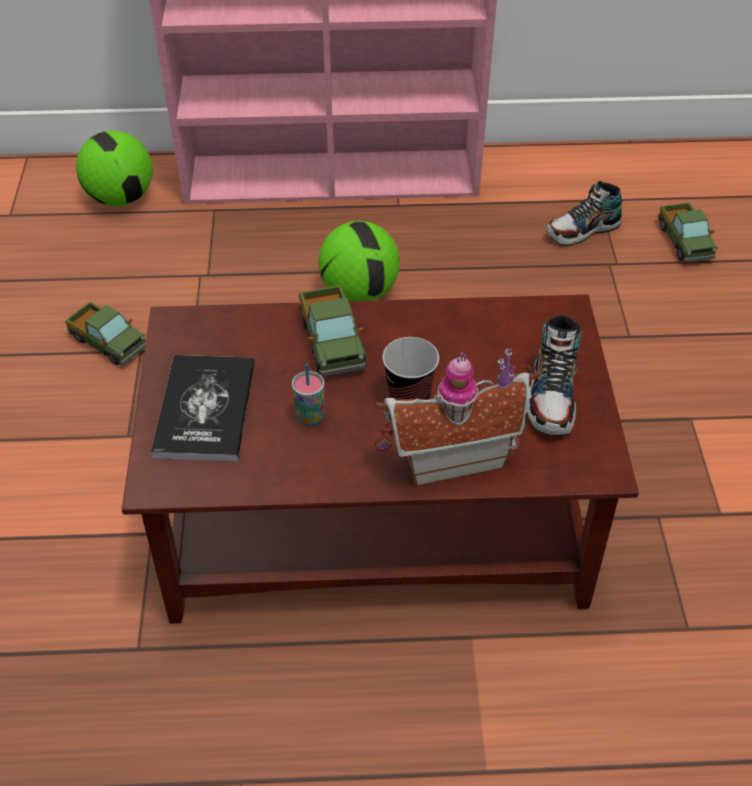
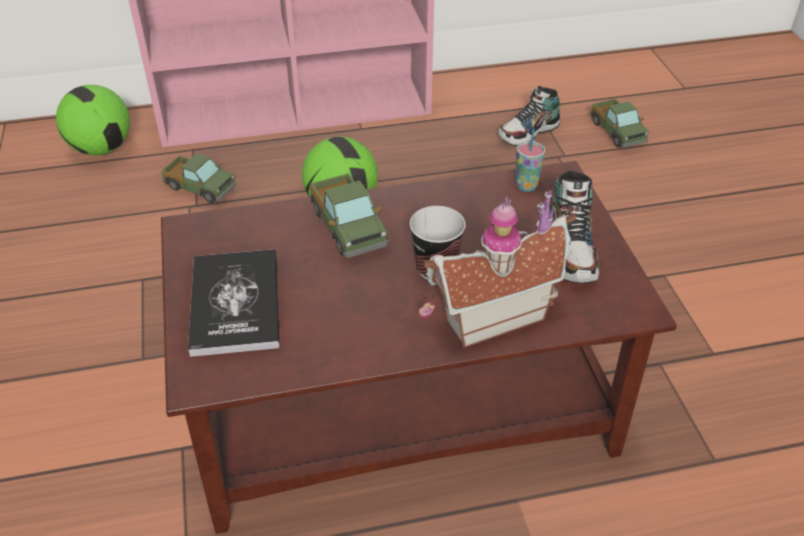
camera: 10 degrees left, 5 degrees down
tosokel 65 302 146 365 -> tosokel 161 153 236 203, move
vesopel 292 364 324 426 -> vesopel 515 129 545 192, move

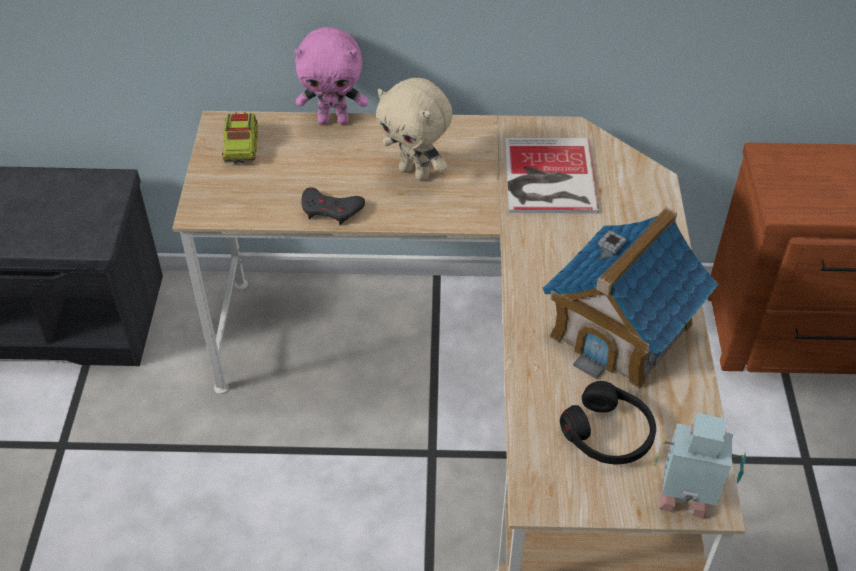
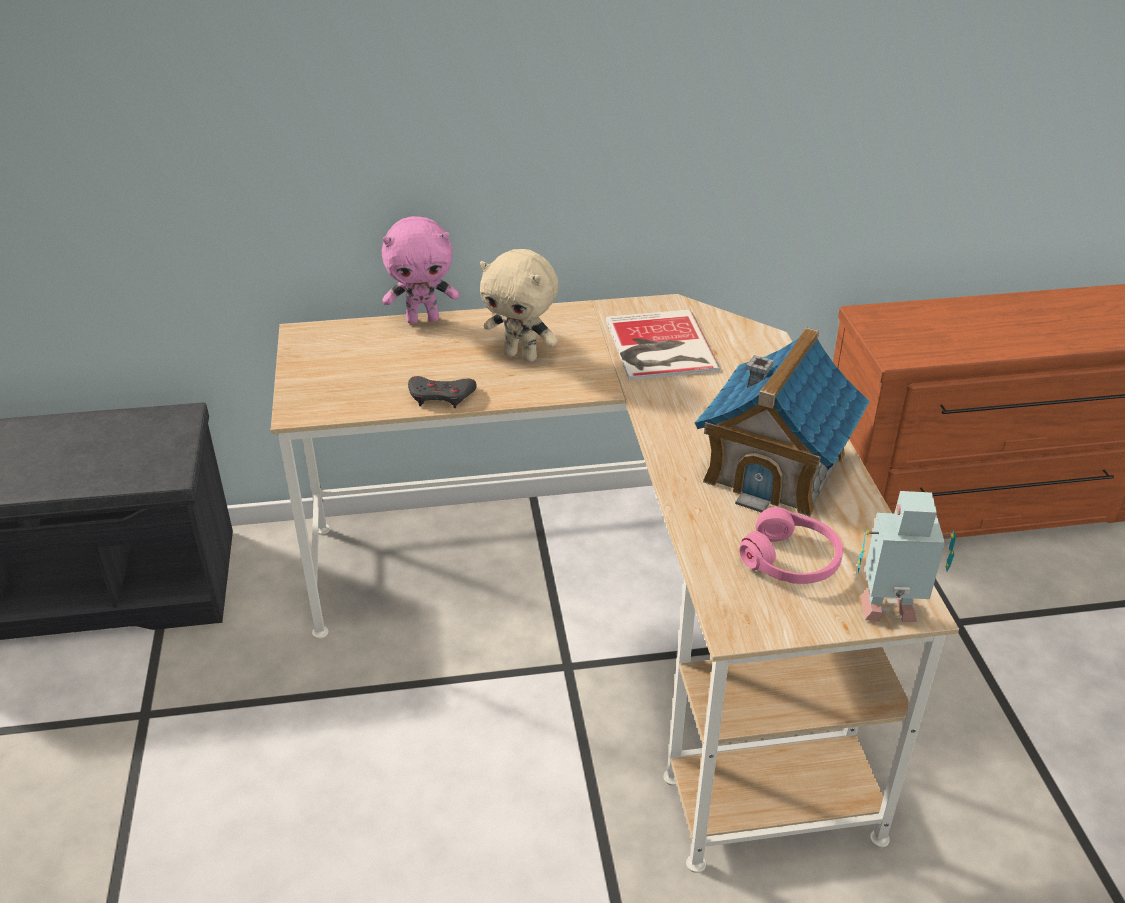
camera: 10 degrees left, 10 degrees down
tosokel 222 112 258 163 -> none
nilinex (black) 560 381 656 464 -> nilinex (pink) 740 507 843 584

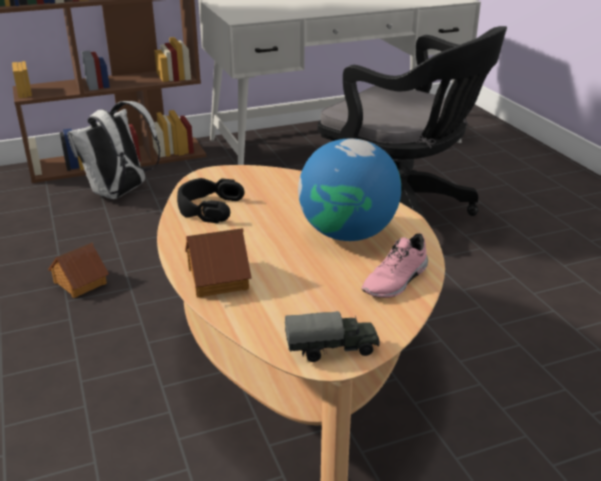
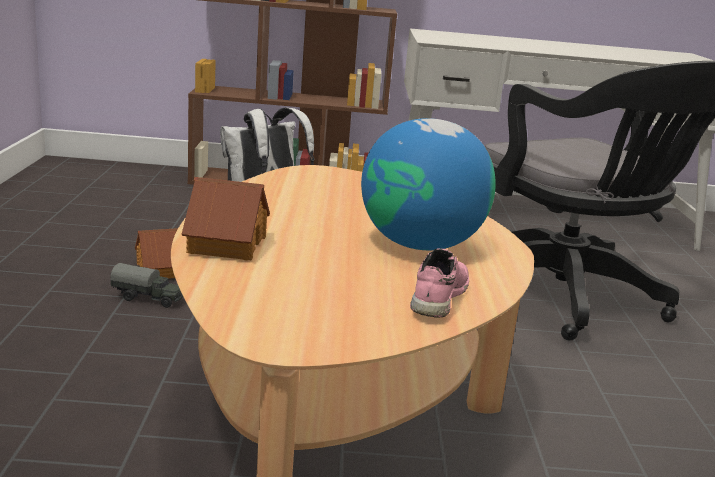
camera: 20 degrees right, 10 degrees down
nilinex (black) 177 178 245 223 -> none
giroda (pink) 362 233 428 298 -> giroda (pink) 410 249 469 318, 135 degrees clockwise
tosokel 285 311 380 362 -> tosokel 111 263 183 308, move

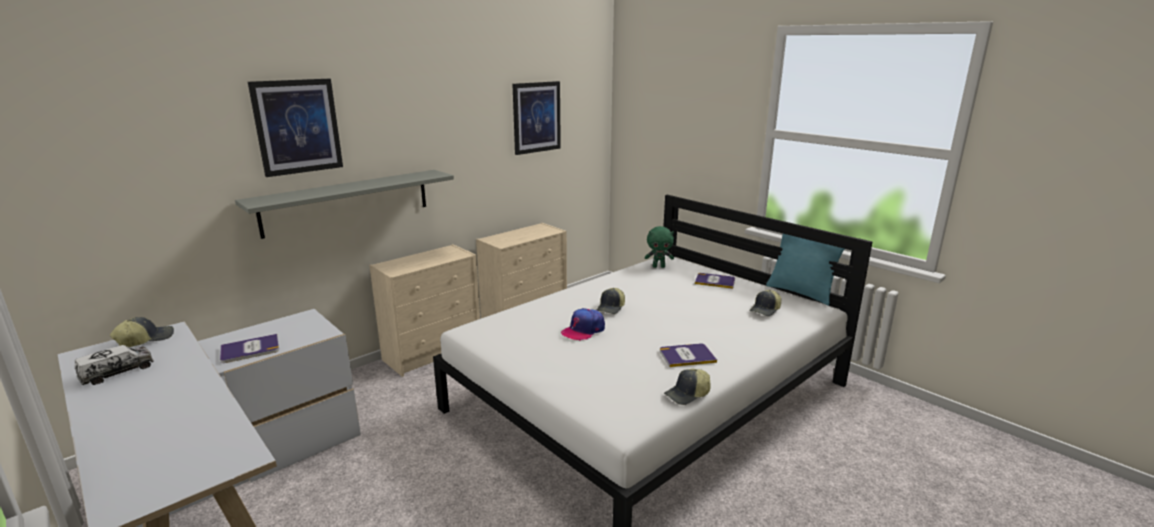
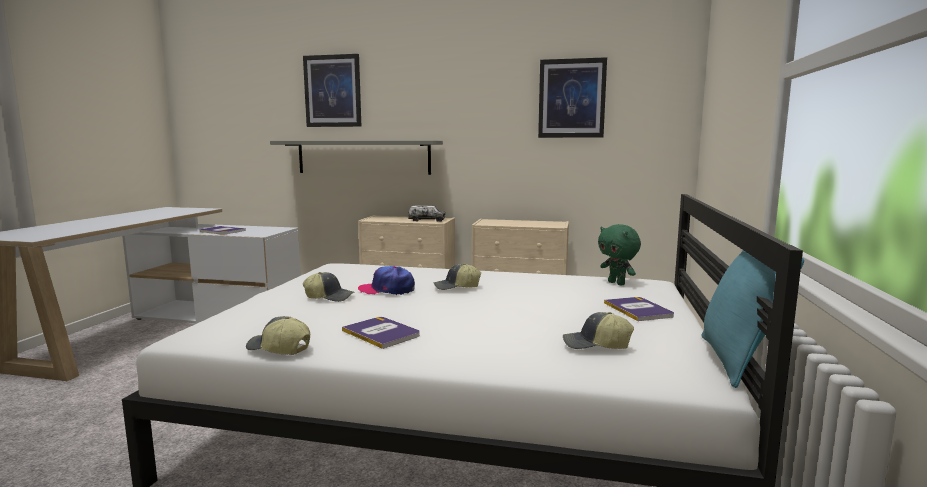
camera: 55 degrees right, 10 degrees down
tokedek 110 317 174 347 -> tokedek 303 272 354 302, move
tosokel 75 345 154 385 -> tosokel 408 206 445 222, move

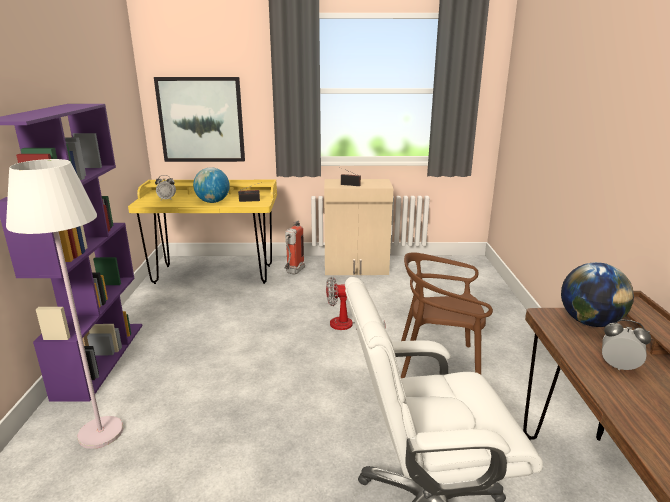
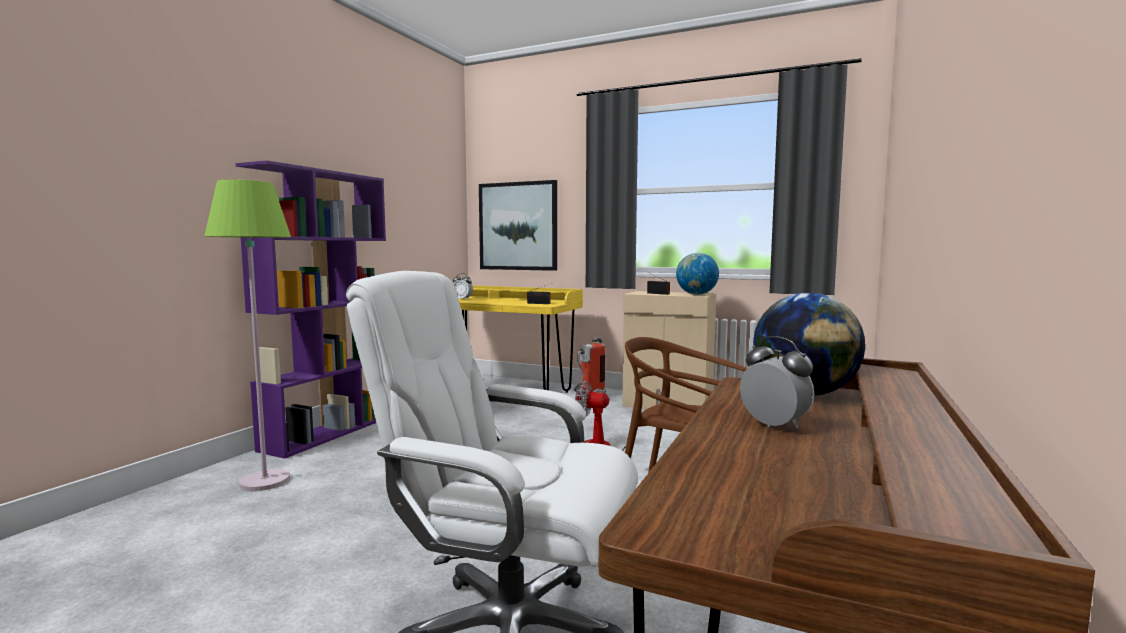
camera: 25 degrees right, 15 degrees down
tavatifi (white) 6 159 123 449 -> tavatifi (green) 204 179 291 491
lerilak 193 167 230 203 -> lerilak 676 253 719 295, move

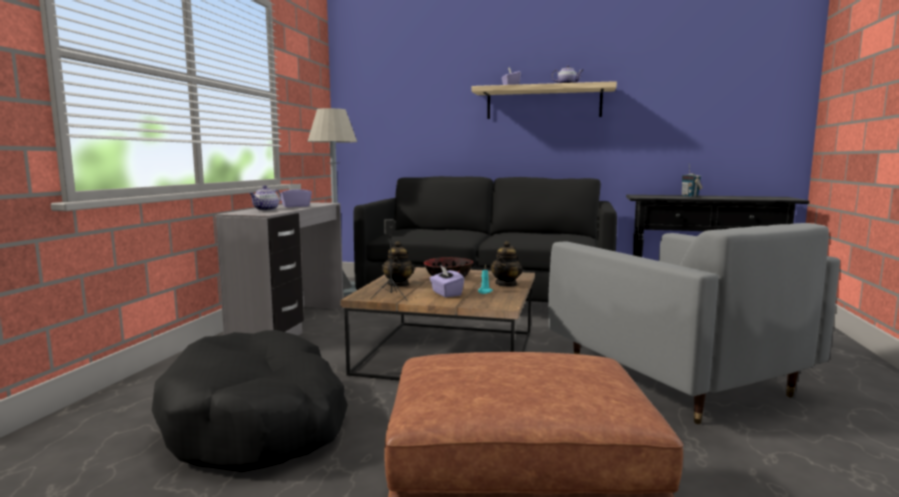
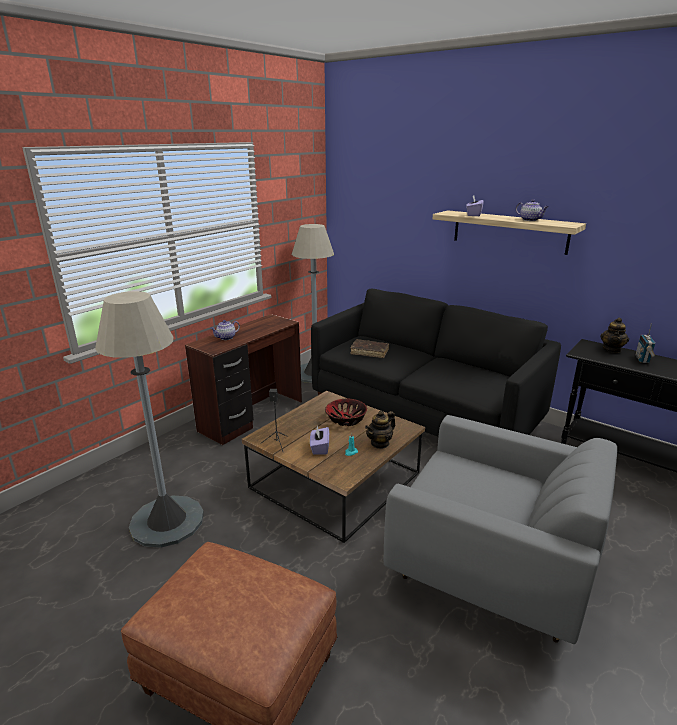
camera: 25 degrees right, 15 degrees up
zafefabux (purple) 281 184 312 207 -> none
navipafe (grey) 215 202 344 335 -> navipafe (brown) 185 314 302 445
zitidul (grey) 548 223 840 424 -> zitidul (grey) 384 415 617 644, 60 degrees counterclockwise
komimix 381 241 415 287 -> komimix 600 318 629 353, move
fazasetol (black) 152 330 348 472 -> tavatifi (grey) 95 291 204 548
none -> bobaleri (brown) 350 339 389 358

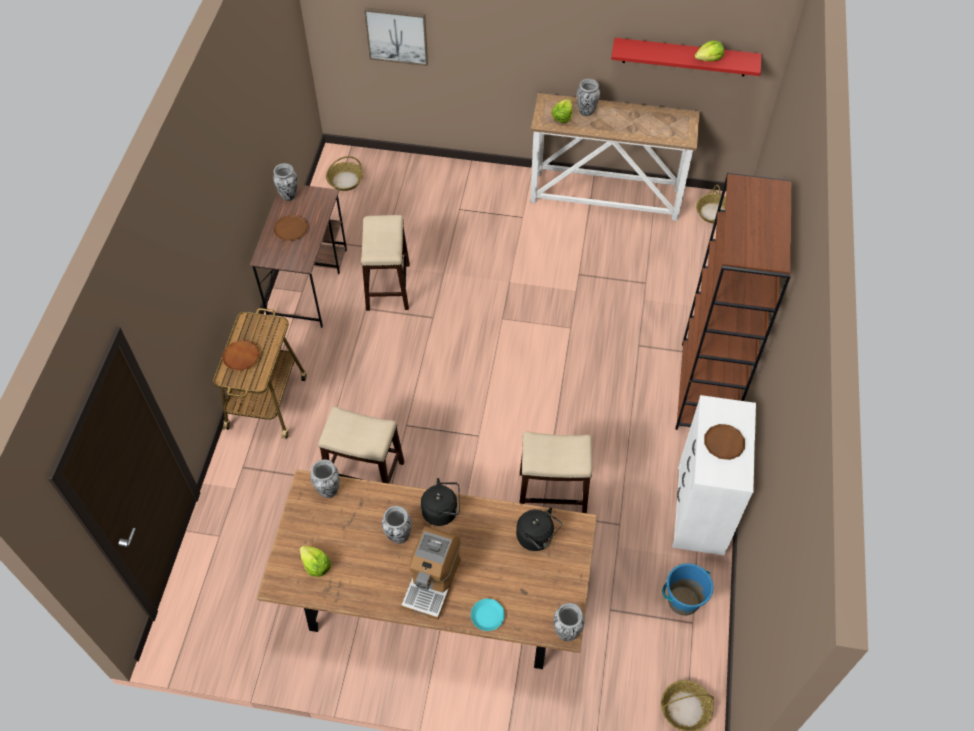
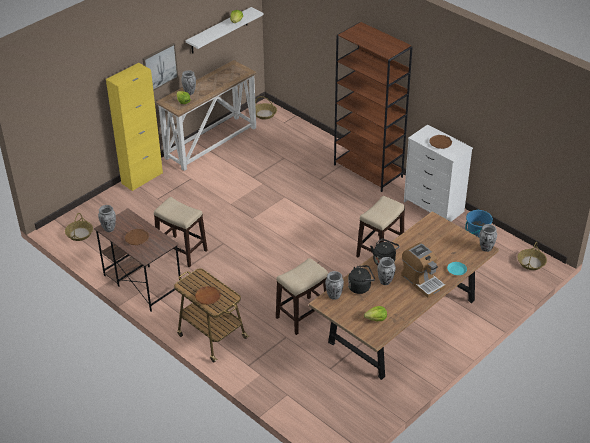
camera: 55 degrees left, 15 degrees down
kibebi 364 7 428 66 -> kibebi 142 43 178 91, move
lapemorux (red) 611 38 761 76 -> lapemorux (white) 186 7 263 54
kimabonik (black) 516 507 562 551 -> kimabonik (black) 348 265 375 294, move
none -> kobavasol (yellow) 106 63 163 191

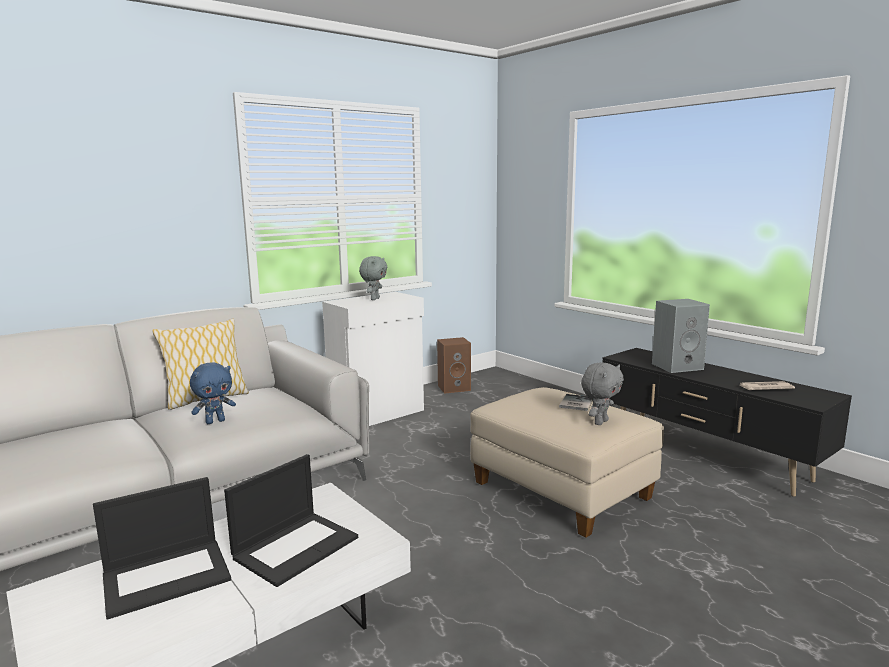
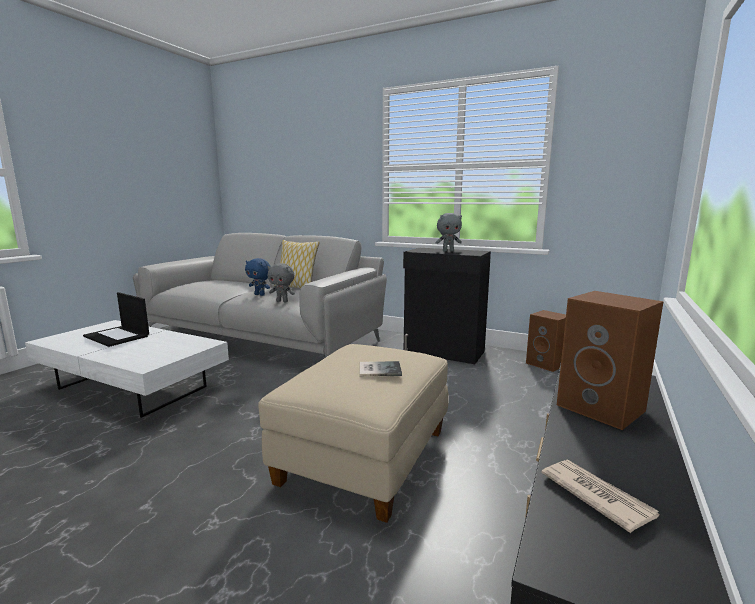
camera: 65 degrees right, 0 degrees up
kobavasol (white) 322 292 424 426 -> kobavasol (black) 403 248 491 364
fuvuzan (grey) 652 299 710 373 -> fuvuzan (brown) 557 291 664 430
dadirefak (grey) 581 362 624 425 -> dadirefak (grey) 268 263 295 302, move
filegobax 224 454 358 587 -> none

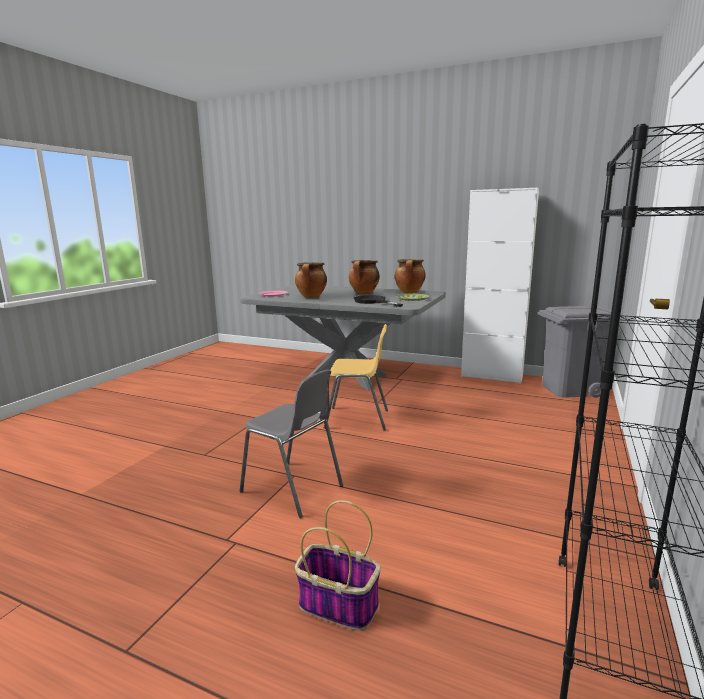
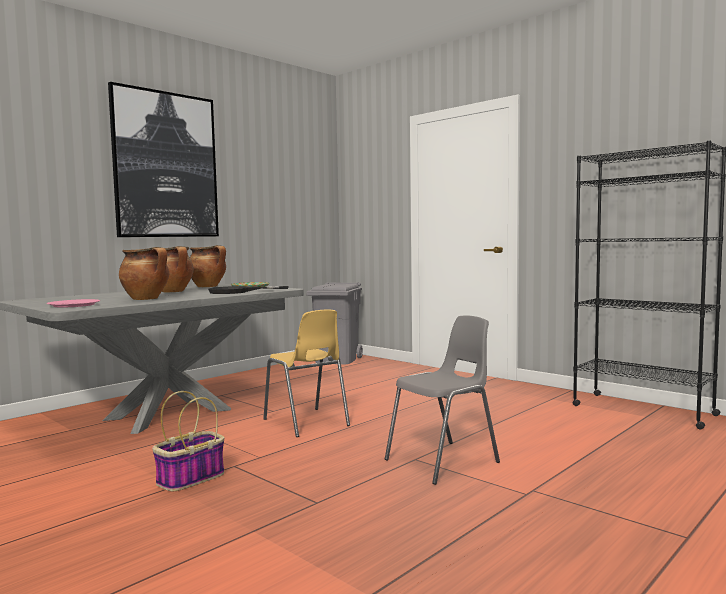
camera: 70 degrees left, 10 degrees down
kobavasol (white) 461 188 539 384 -> none
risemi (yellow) 324 324 388 430 -> risemi (yellow) 263 309 350 437, 120 degrees clockwise
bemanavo 295 500 381 630 -> bemanavo 152 391 225 492, move
none -> kibebi 108 82 219 237

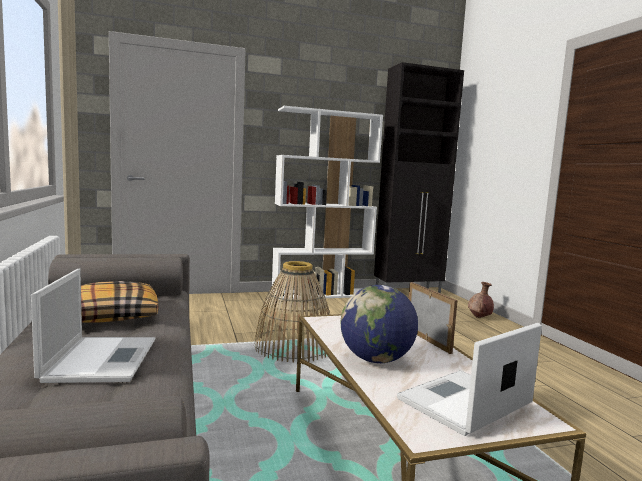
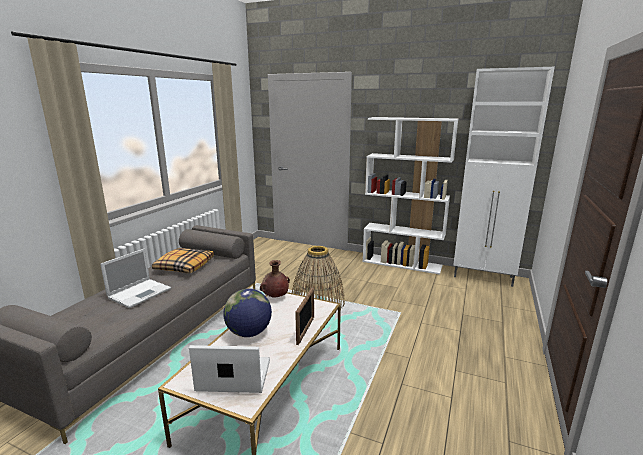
camera: 40 degrees right, 10 degrees up
kobavasol (black) 374 62 464 294 -> kobavasol (white) 453 67 555 287
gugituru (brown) 468 282 494 318 -> gugituru (brown) 260 260 290 298, move

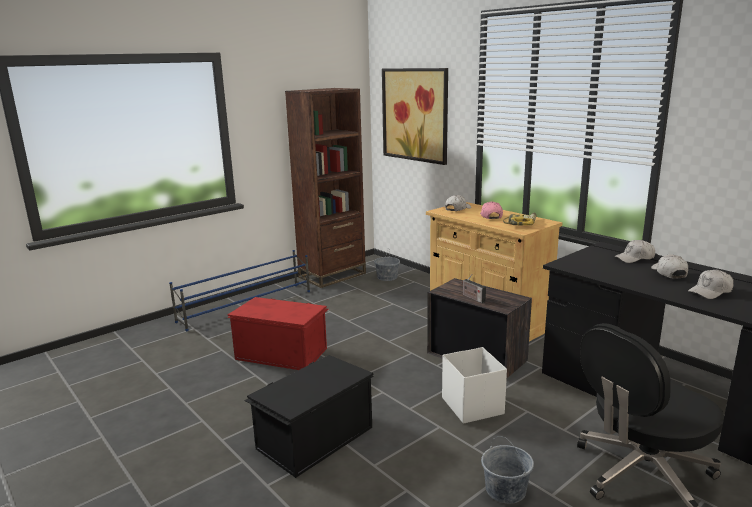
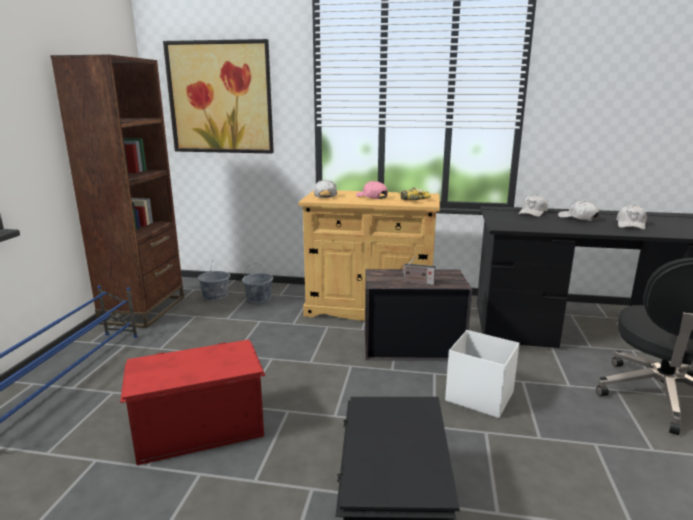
camera: 40 degrees left, 0 degrees up
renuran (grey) 481 436 534 504 -> renuran (grey) 242 263 273 303, move

